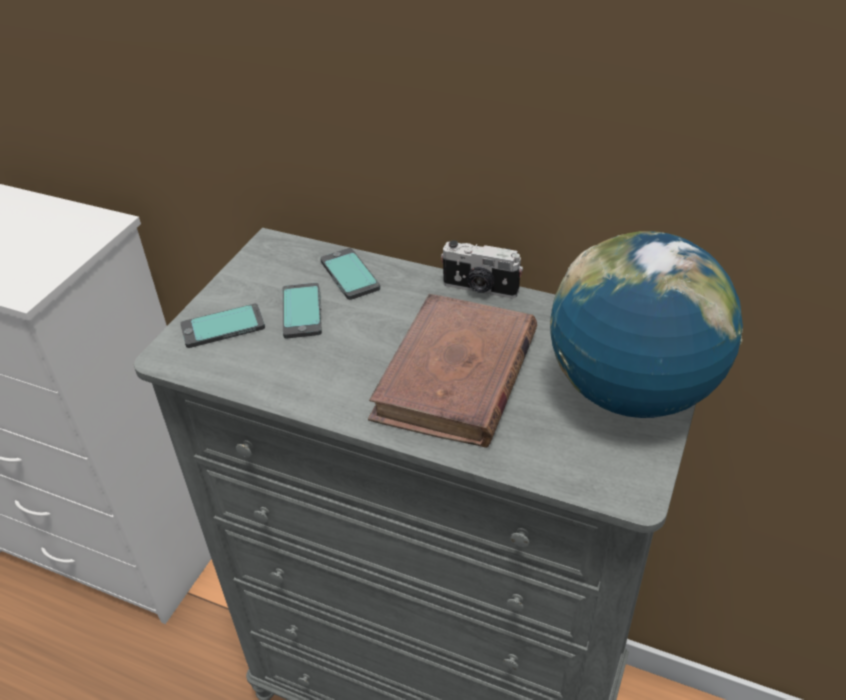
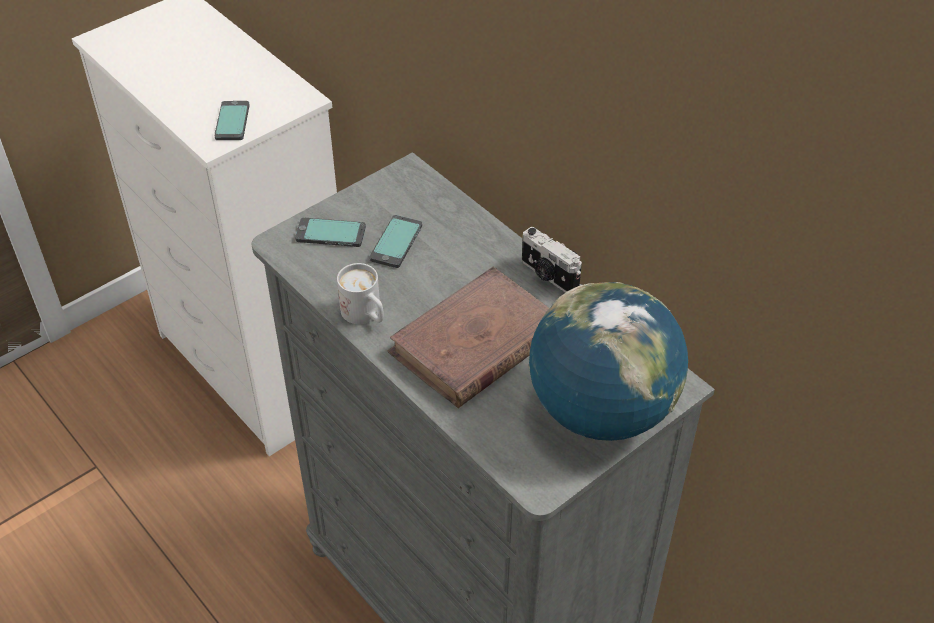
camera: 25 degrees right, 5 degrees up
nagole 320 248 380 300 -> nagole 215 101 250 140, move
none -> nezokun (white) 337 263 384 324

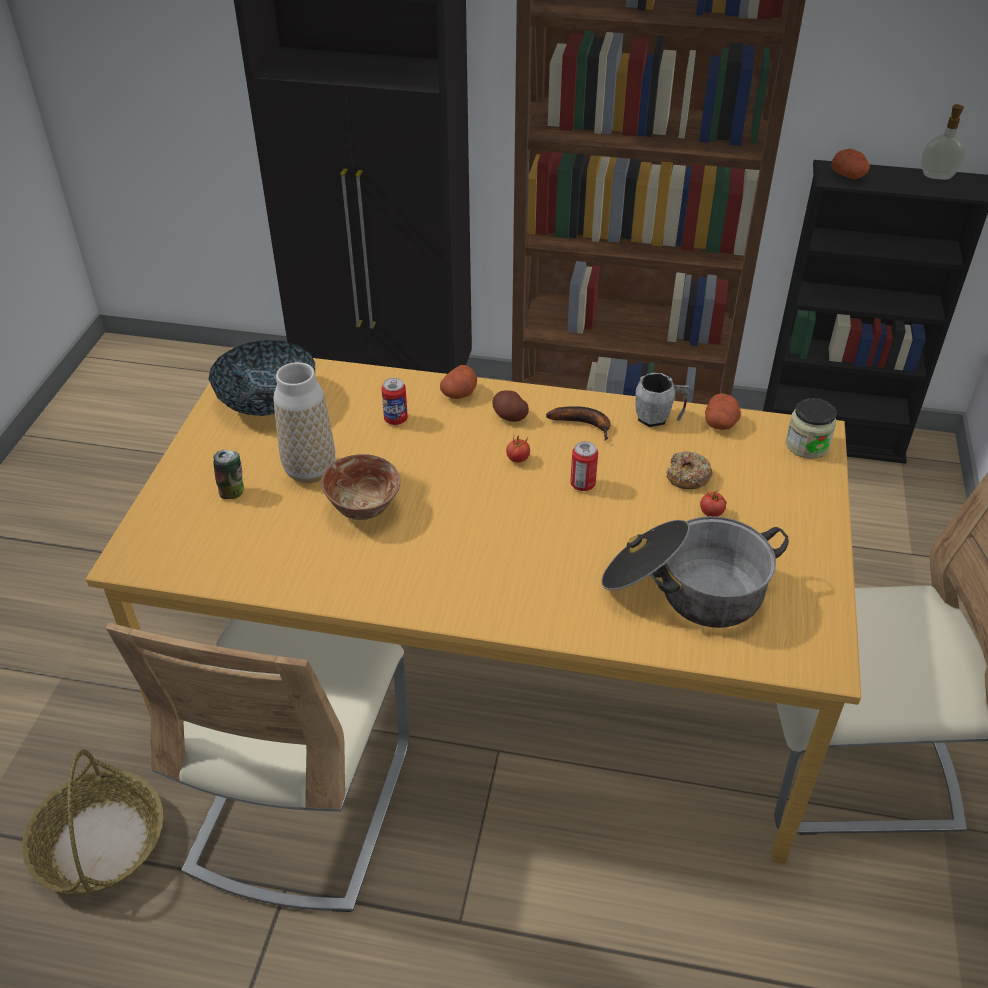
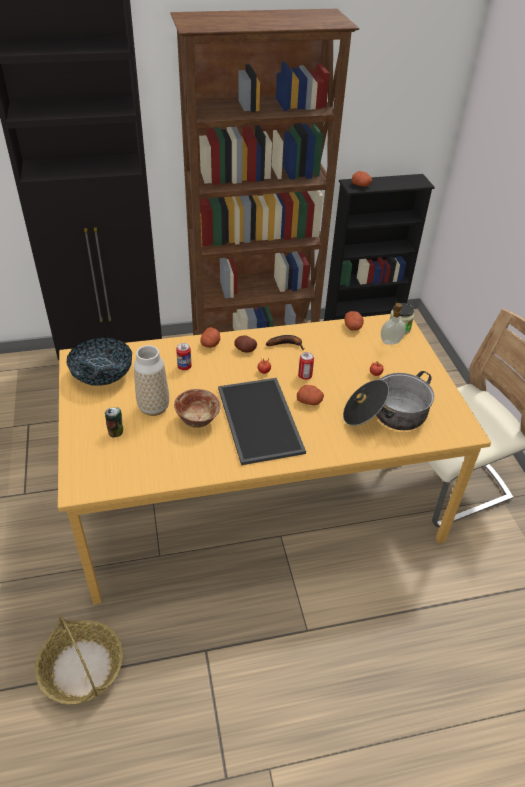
camera: 25 degrees left, 0 degrees up
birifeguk 921 104 966 180 -> birifeguk 381 301 406 345, move
nezokun (grey) 635 373 689 427 -> none
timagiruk 666 451 713 489 -> none
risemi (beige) 106 619 409 912 -> none
none -> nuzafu 218 378 306 465
none -> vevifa 297 385 324 405

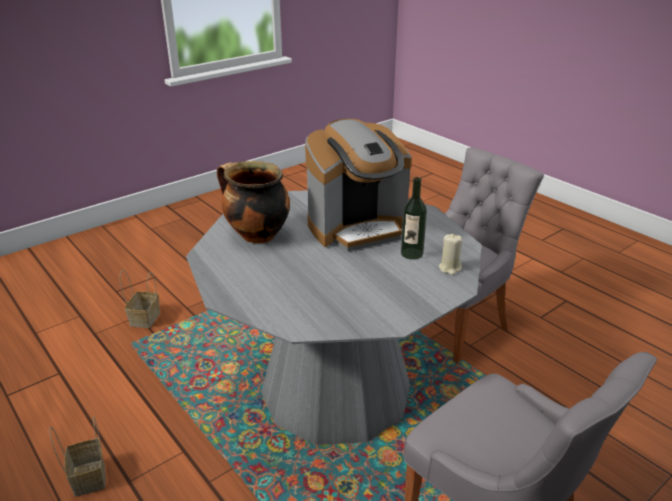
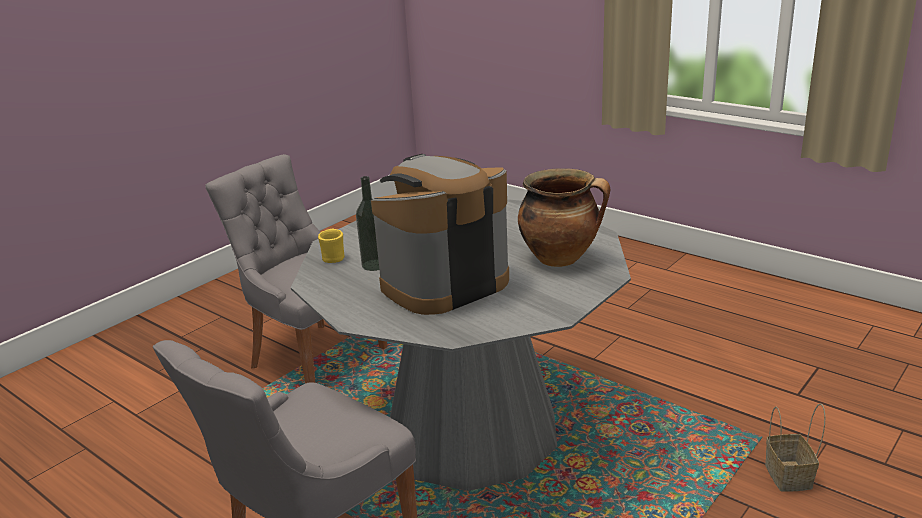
camera: 170 degrees right, 5 degrees down
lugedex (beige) 439 234 462 275 -> nezokun (yellow) 318 229 344 263
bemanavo 49 416 106 496 -> none

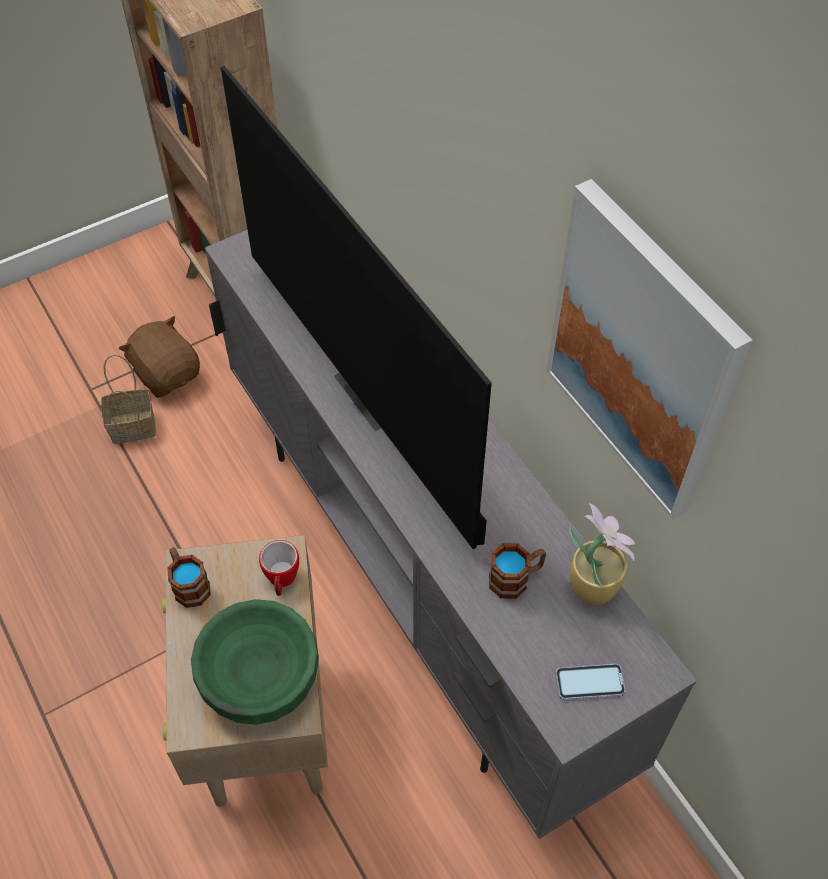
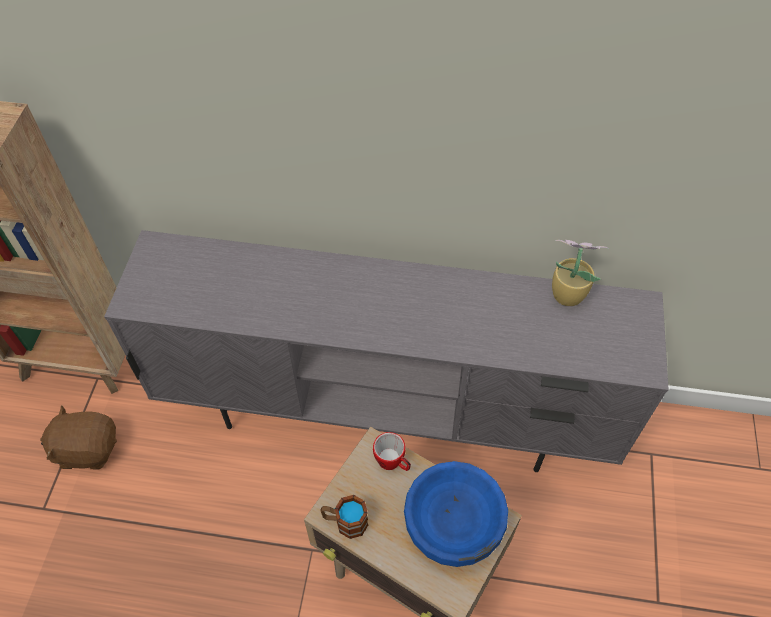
camera: 50 degrees left, 0 degrees up
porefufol 221 66 492 549 -> none
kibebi 546 179 753 520 -> none
bemanavo 101 355 156 444 -> none
nezokun 489 543 546 599 -> none
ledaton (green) 191 599 319 725 -> ledaton (blue) 404 461 508 567
nagole 556 664 625 700 -> none

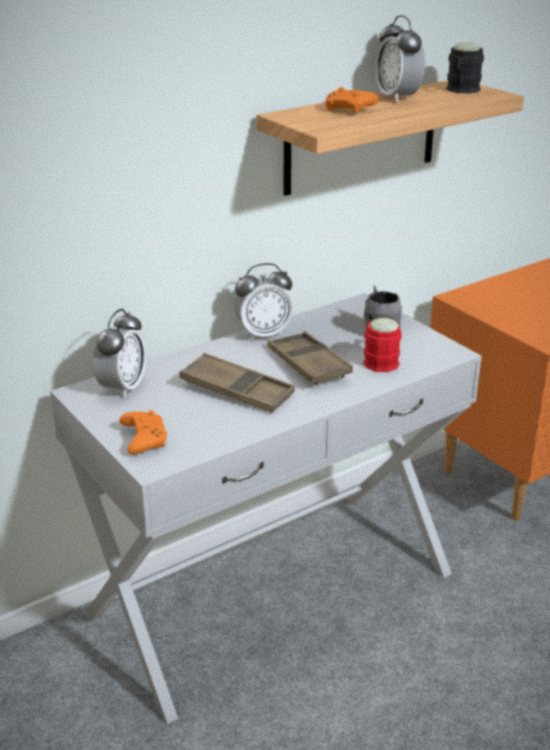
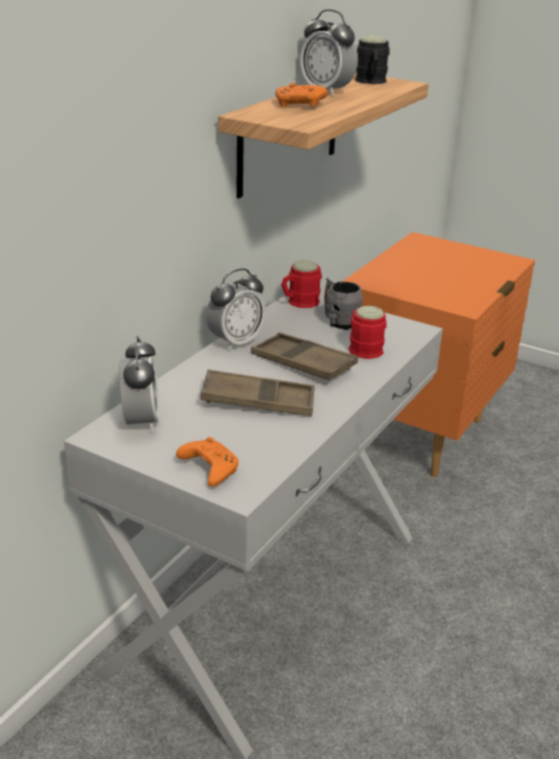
camera: 25 degrees left, 0 degrees up
none -> nezokun (red) 281 260 322 308

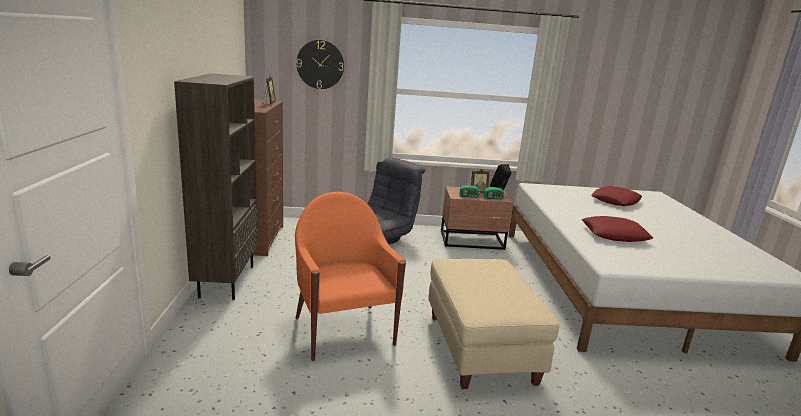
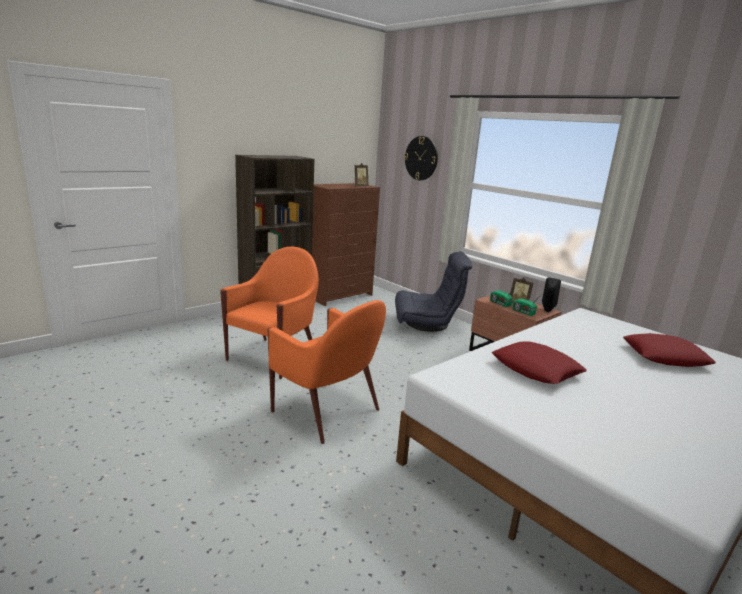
camera: 50 degrees right, 0 degrees up
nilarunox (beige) 428 259 559 389 -> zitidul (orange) 268 300 386 444

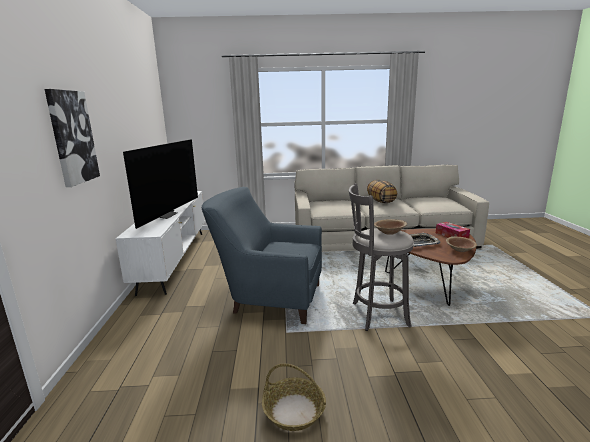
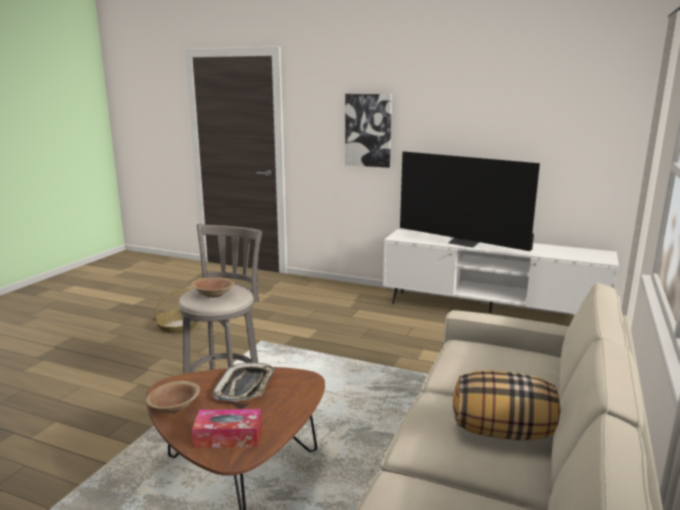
camera: 115 degrees right, 0 degrees up
zitidul (blue) 202 187 322 324 -> none

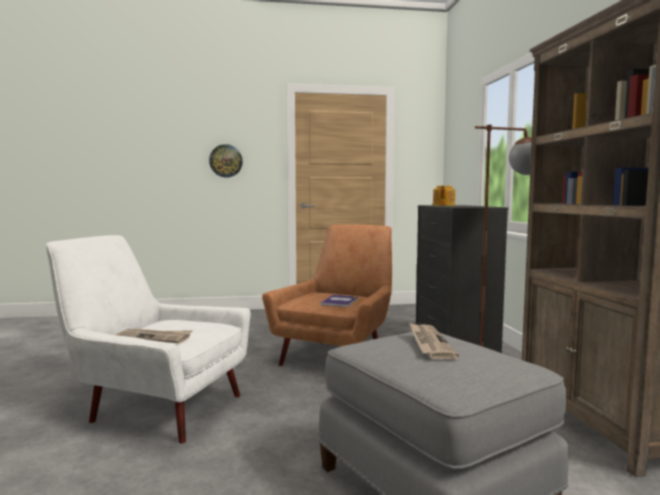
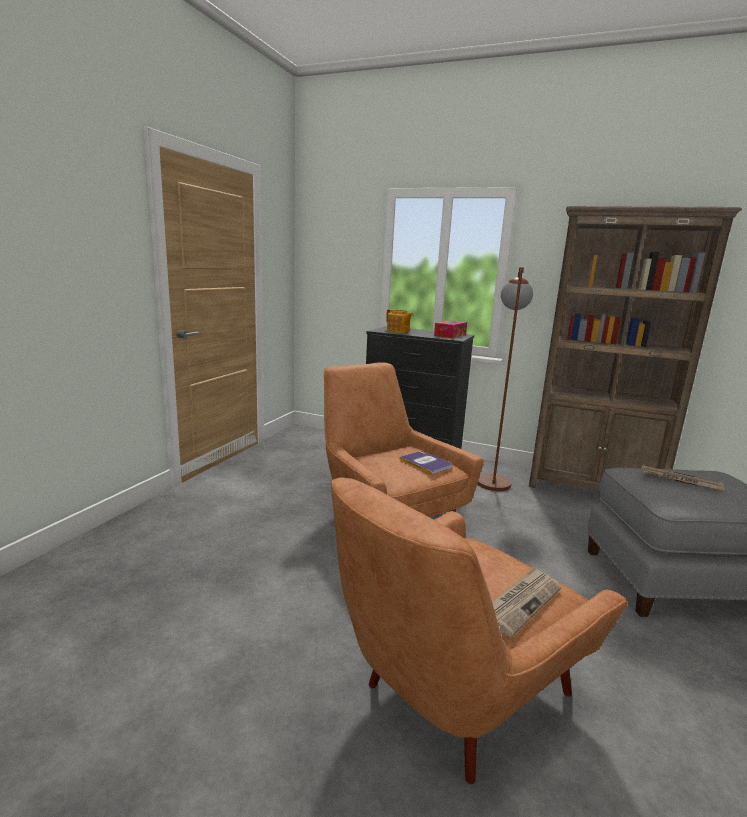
camera: 60 degrees left, 10 degrees up
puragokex 209 144 243 178 -> none
zitidul (white) 46 235 251 443 -> zitidul (brown) 331 477 628 784
none -> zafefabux 434 320 467 338

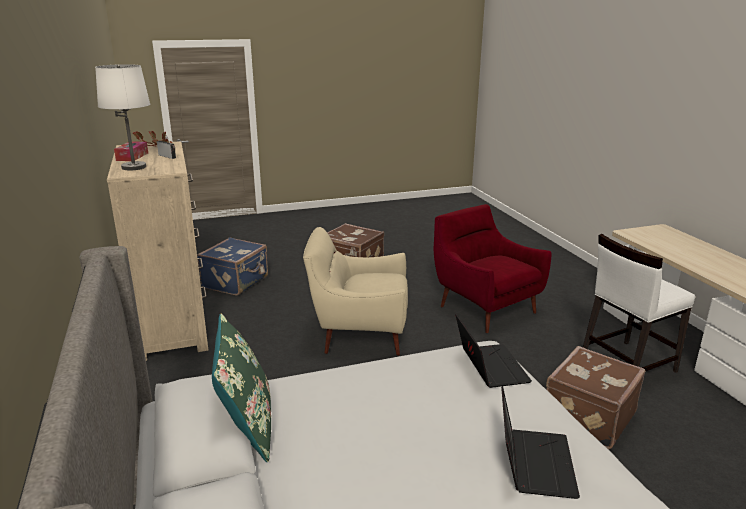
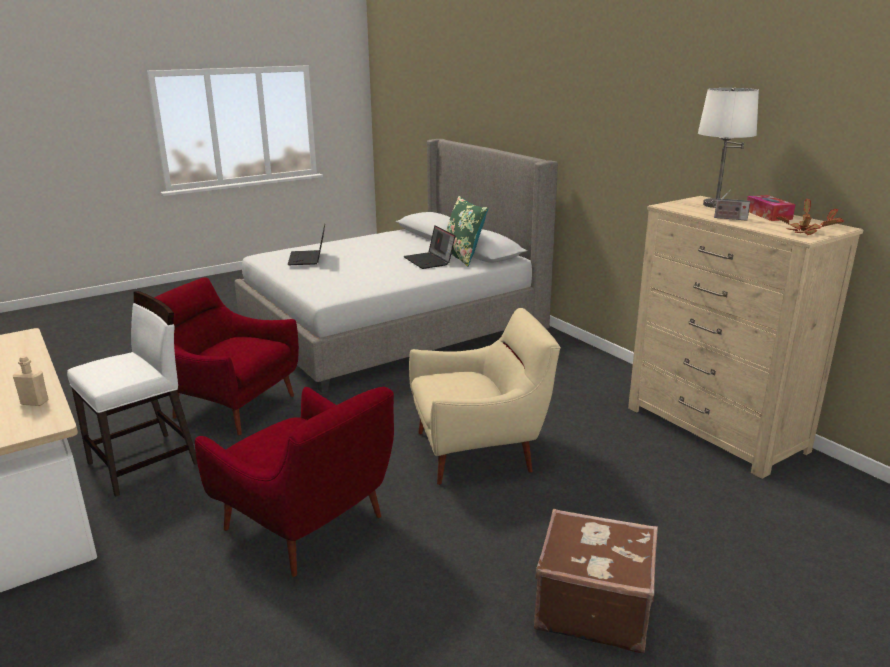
camera: 165 degrees right, 0 degrees up
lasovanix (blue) 197 237 268 296 -> none
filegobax 455 314 532 388 -> filegobax 404 225 455 269, move
lasovanix (brown) 546 346 645 449 -> zitidul (red) 154 277 299 436
none -> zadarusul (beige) 13 356 48 406

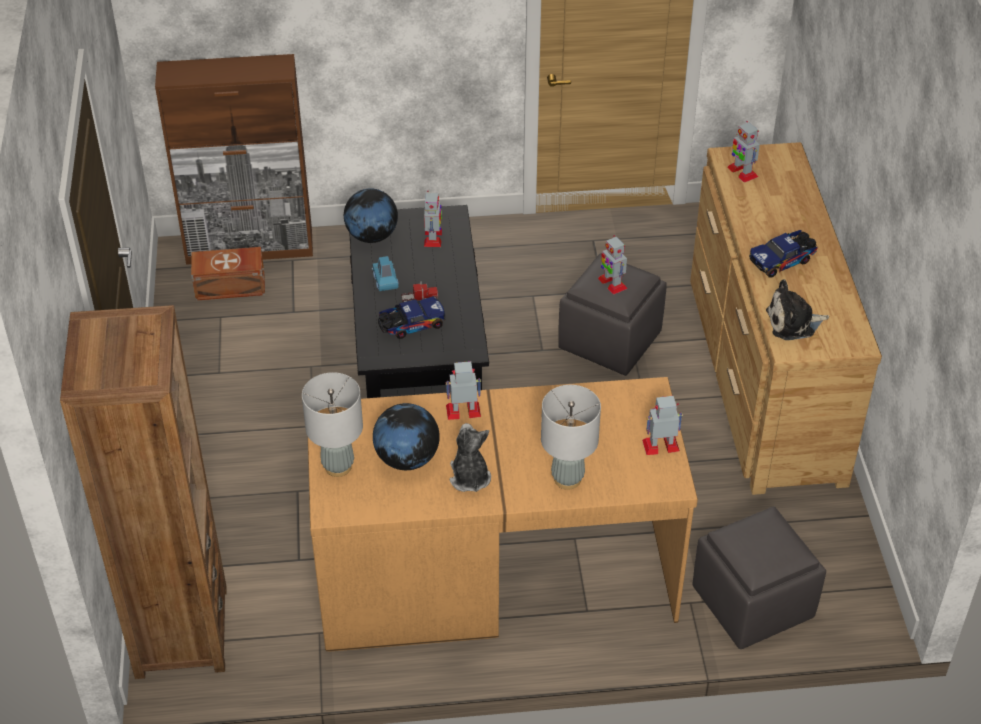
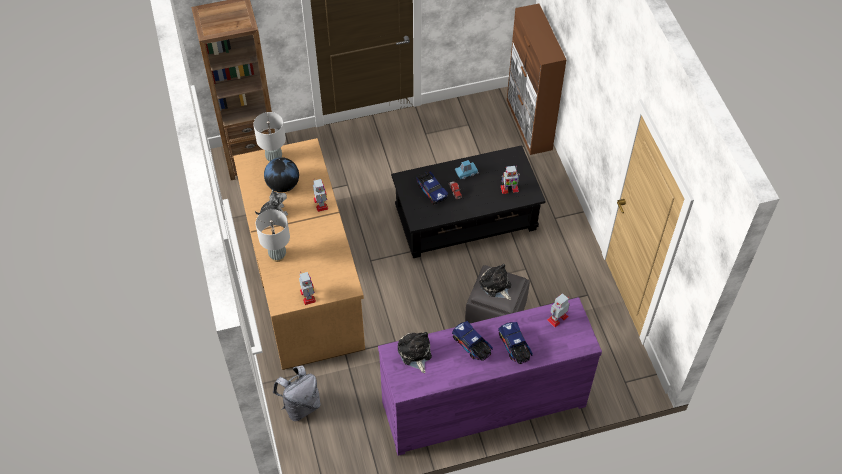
camera: 80 degrees right, 10 degrees up
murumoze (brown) 690 142 882 495 -> murumoze (purple) 378 297 602 456
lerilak 344 188 398 243 -> none
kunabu 598 235 628 295 -> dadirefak 479 264 511 300
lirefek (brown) 191 247 265 301 -> none
nilarunox (grey) 692 506 826 649 -> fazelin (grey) 273 365 321 421
none -> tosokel 498 322 533 364

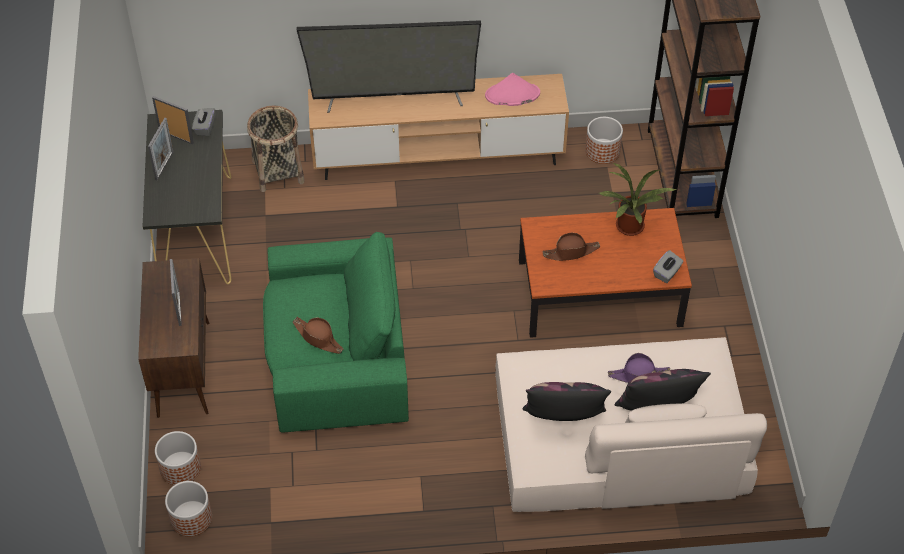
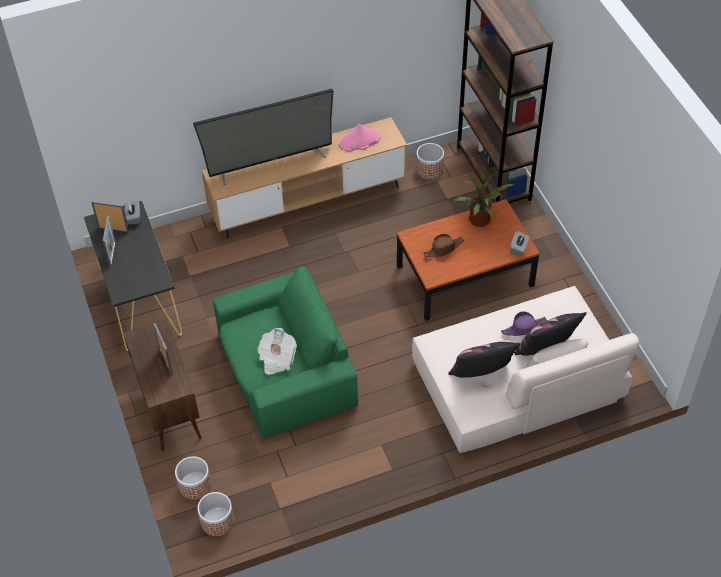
camera: 15 degrees left, 0 degrees up
bemanavo 247 106 305 192 -> none
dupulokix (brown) 293 317 343 354 -> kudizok 257 328 297 375

